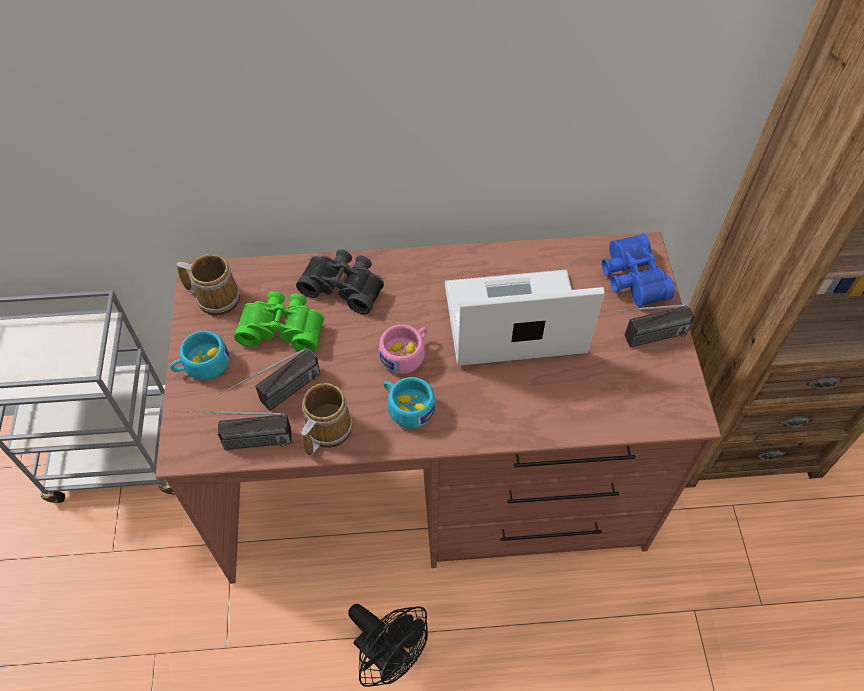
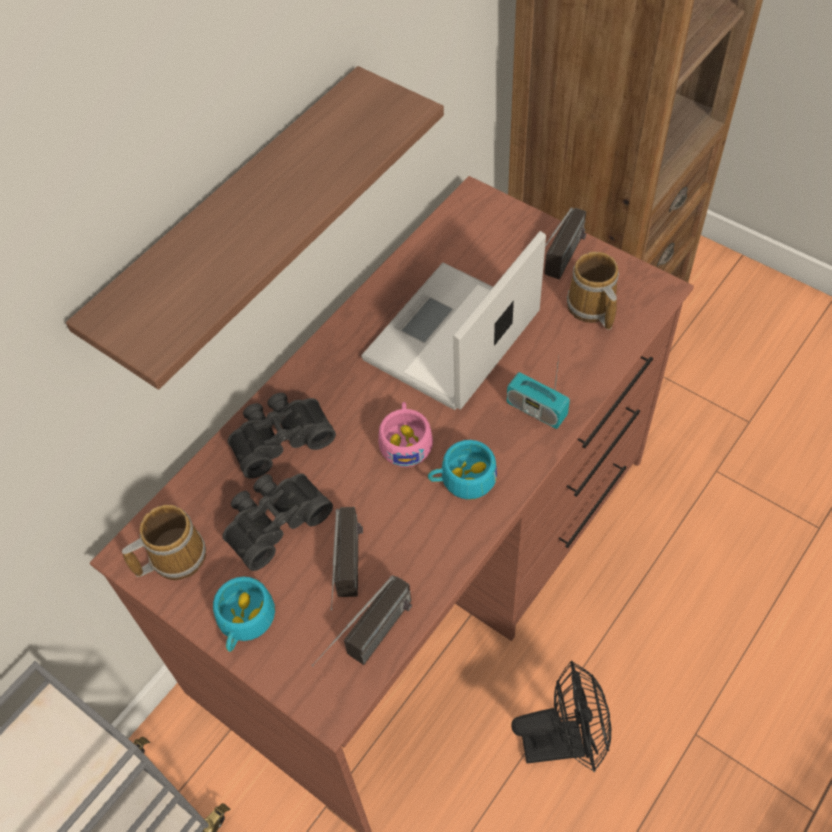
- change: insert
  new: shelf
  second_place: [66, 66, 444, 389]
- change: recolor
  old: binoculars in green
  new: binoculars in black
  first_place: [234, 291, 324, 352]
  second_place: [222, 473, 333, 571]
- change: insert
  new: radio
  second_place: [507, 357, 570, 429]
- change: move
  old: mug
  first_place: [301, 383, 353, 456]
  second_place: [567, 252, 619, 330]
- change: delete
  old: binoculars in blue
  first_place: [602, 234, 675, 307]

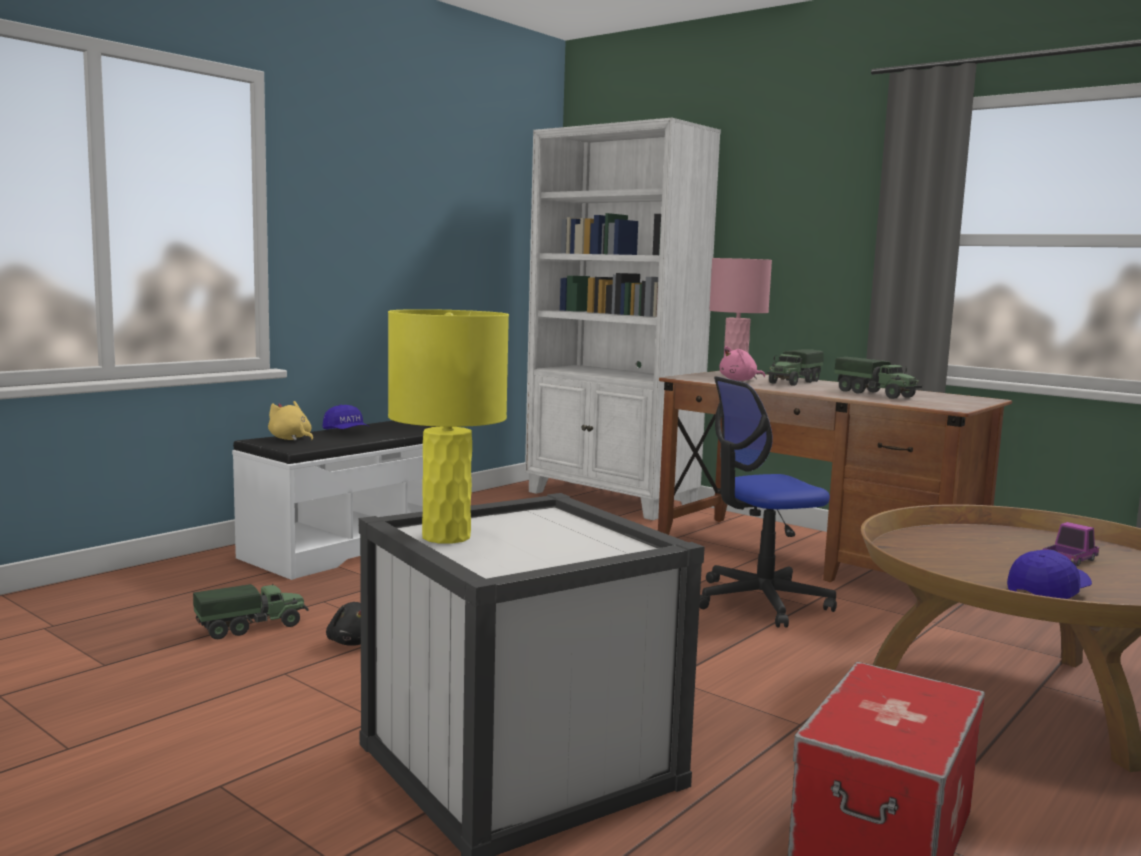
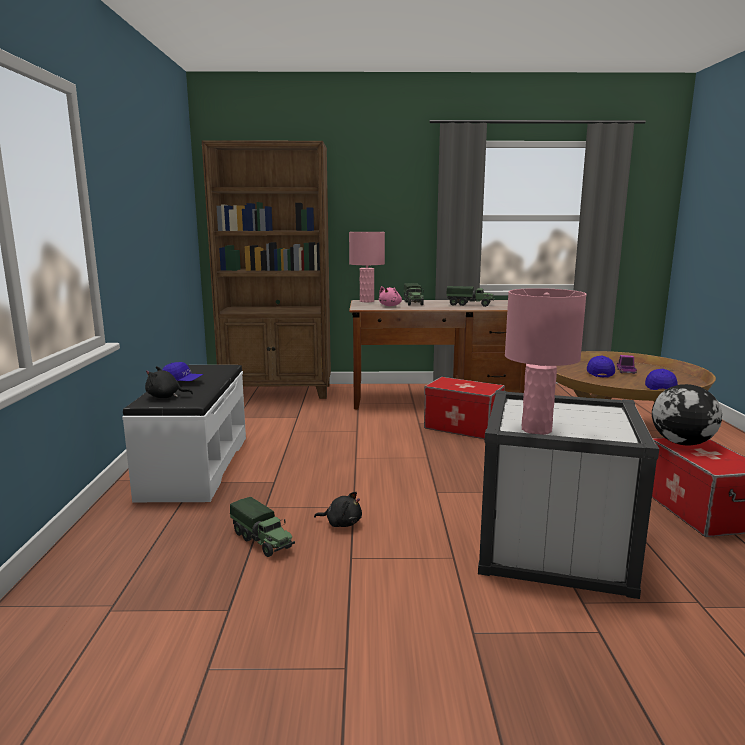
- change: recolor
  old: plush toy in yellow
  new: plush toy in black
  first_place: [268, 401, 313, 441]
  second_place: [145, 366, 193, 398]
- change: recolor
  old: bookcase in white
  new: bookcase in brown
  first_place: [525, 118, 721, 520]
  second_place: [202, 141, 331, 399]
- change: rotate
  old: toy truck
  first_place: [193, 584, 309, 639]
  second_place: [230, 497, 295, 557]
  degrees: 120
- change: replace
  old: office chair
  new: storage box
  first_place: [699, 377, 837, 628]
  second_place: [424, 377, 505, 439]
- change: recolor
  old: table lamp in yellow
  new: table lamp in pink
  first_place: [388, 309, 509, 544]
  second_place: [505, 288, 587, 435]
- change: insert
  new: cap in blue
  second_place: [587, 355, 615, 377]
- change: insert
  new: globe
  second_place: [652, 384, 722, 446]

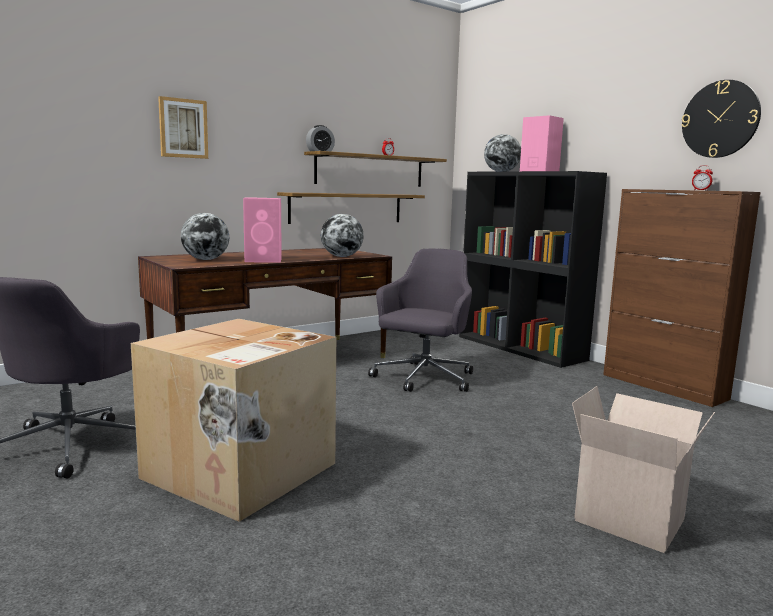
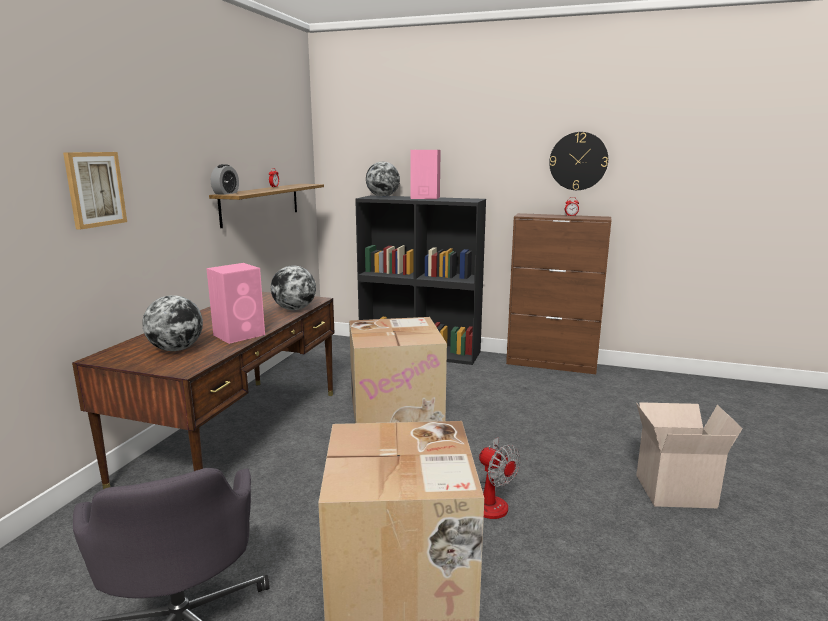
- change: replace
  old: office chair in grey
  new: cardboard box
  first_place: [368, 248, 473, 392]
  second_place: [349, 317, 447, 423]
- change: insert
  new: fan
  second_place: [479, 438, 521, 519]
- change: delete
  old: shelf
  first_place: [277, 192, 425, 224]

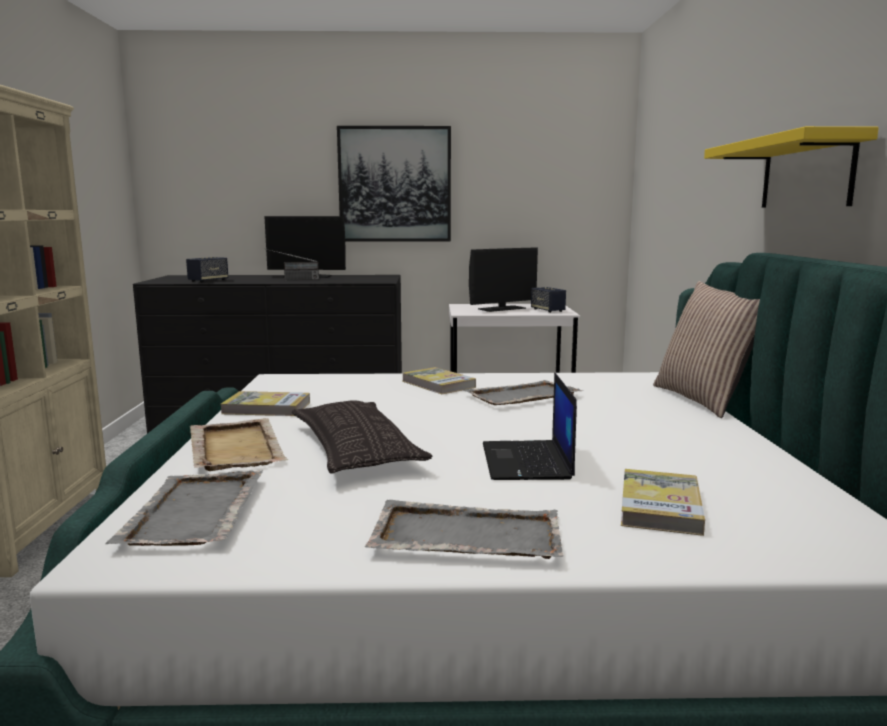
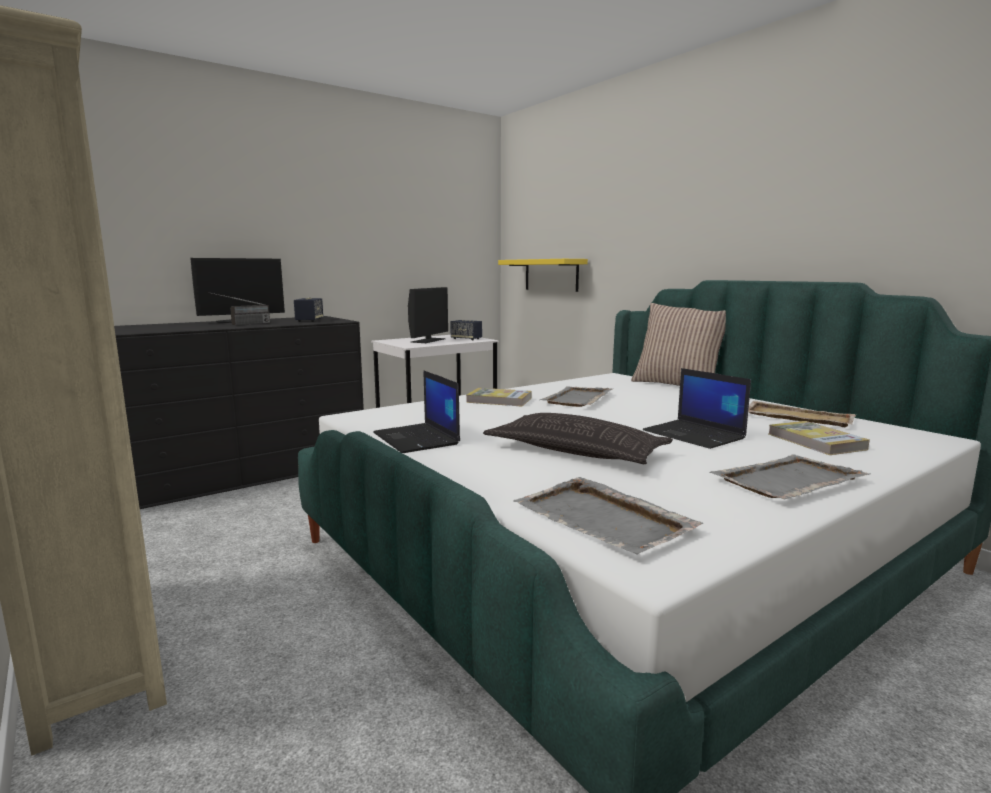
- change: move
  old: speaker
  first_place: [186, 257, 228, 282]
  second_place: [294, 298, 323, 322]
- change: replace
  old: book
  new: laptop
  first_place: [220, 391, 310, 416]
  second_place: [373, 370, 460, 453]
- change: move
  old: shelf in yellow
  first_place: [704, 126, 879, 208]
  second_place: [498, 259, 588, 292]
- change: move
  old: tray in beige
  first_place: [190, 418, 289, 471]
  second_place: [748, 401, 856, 427]
- change: delete
  old: picture
  first_place: [337, 126, 451, 242]

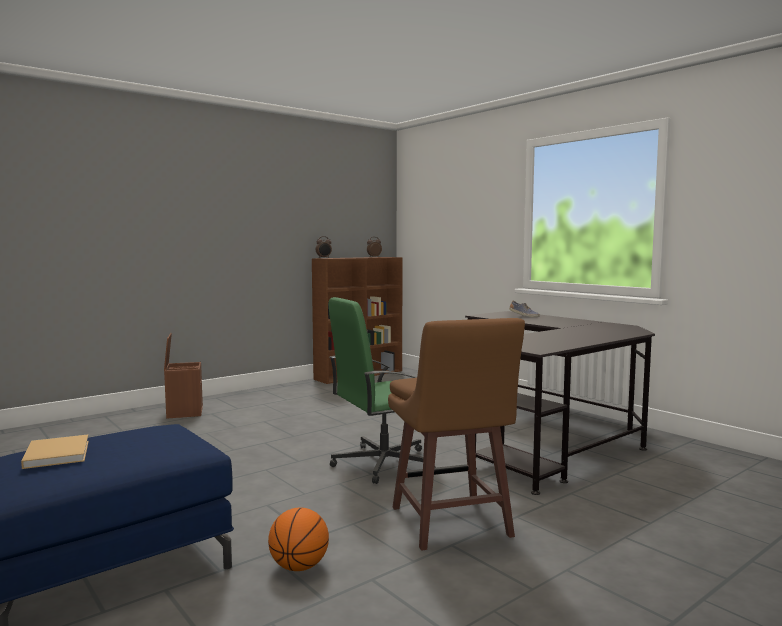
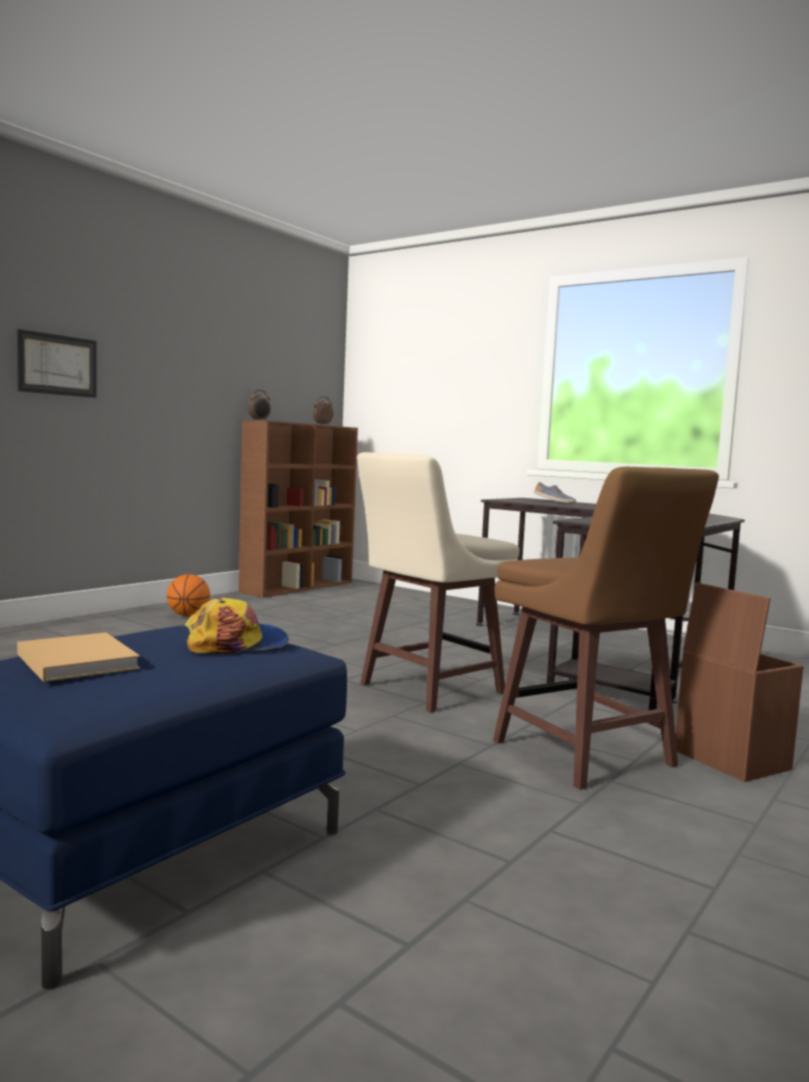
- change: insert
  new: picture
  second_place: [16, 329, 97, 398]
- change: move
  old: basketball
  first_place: [268, 508, 329, 571]
  second_place: [167, 574, 210, 616]
- change: insert
  new: cap
  second_place: [185, 597, 289, 654]
- change: replace
  old: office chair in green
  new: stool in beige
  first_place: [329, 297, 435, 484]
  second_place: [357, 452, 519, 713]
- change: move
  old: storage box in brown
  first_place: [164, 333, 203, 419]
  second_place: [676, 582, 804, 782]

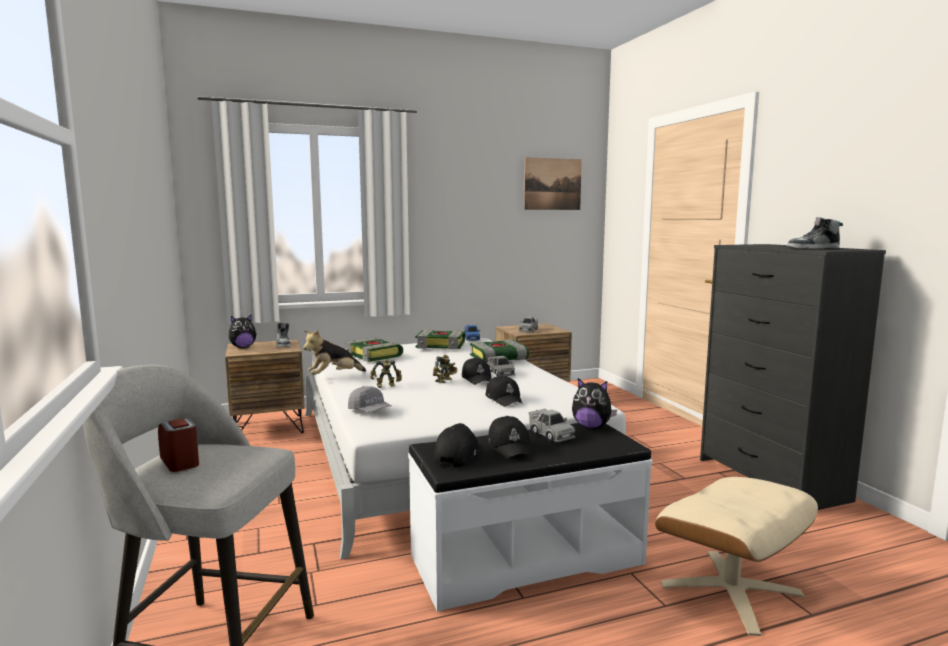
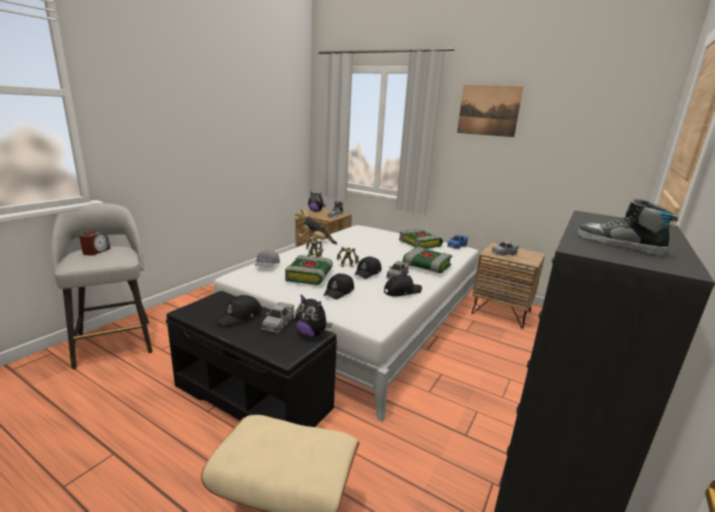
- change: recolor
  old: bench in white
  new: bench in black
  first_place: [408, 423, 652, 612]
  second_place: [166, 291, 337, 427]
- change: move
  old: book
  first_place: [346, 338, 403, 362]
  second_place: [285, 255, 333, 285]
- change: rotate
  old: plush toy
  first_place: [572, 378, 617, 429]
  second_place: [295, 295, 332, 337]
  degrees: -45
- change: move
  old: cap in black
  first_place: [434, 423, 479, 468]
  second_place: [384, 275, 422, 296]
- change: move
  old: picture
  first_place: [524, 157, 582, 210]
  second_place: [457, 85, 524, 137]

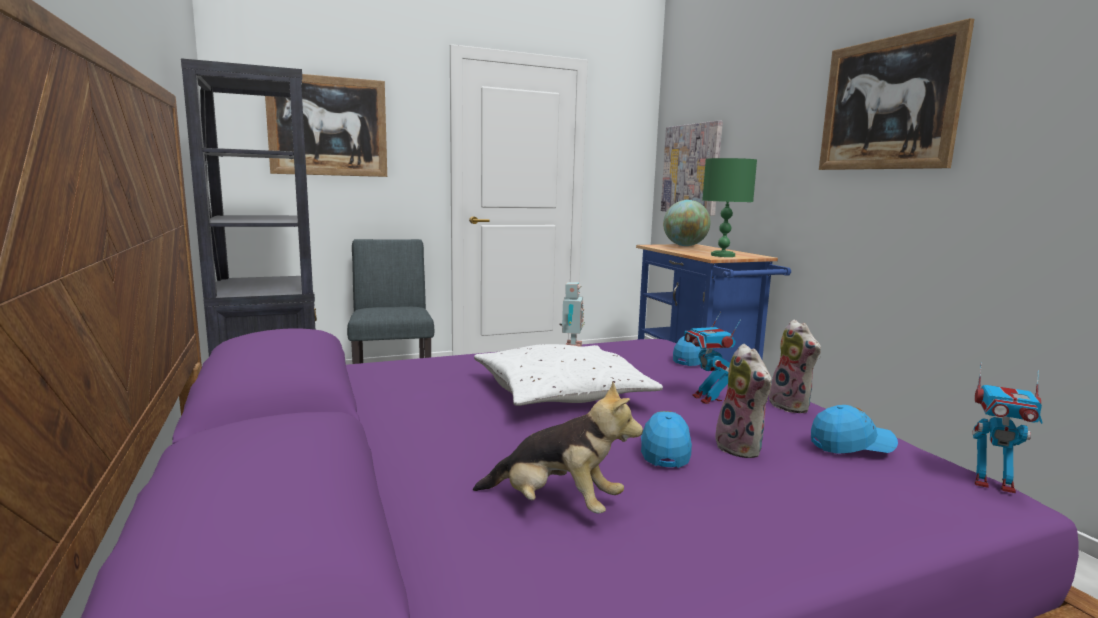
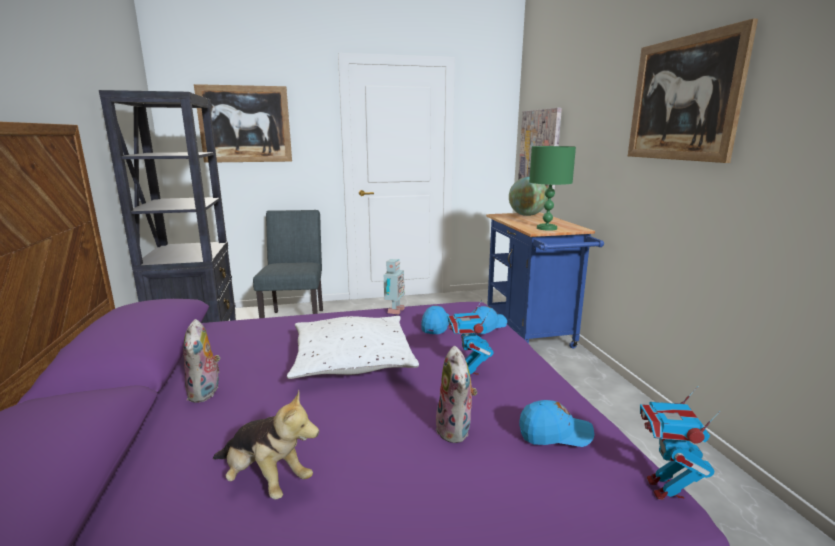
- change: move
  old: plush toy
  first_place: [769, 320, 821, 413]
  second_place: [183, 319, 221, 403]
- change: move
  old: cap in blue
  first_place: [641, 411, 692, 468]
  second_place: [421, 306, 450, 335]
- change: rotate
  old: toy robot
  first_place: [973, 362, 1043, 493]
  second_place: [640, 386, 720, 500]
  degrees: 60

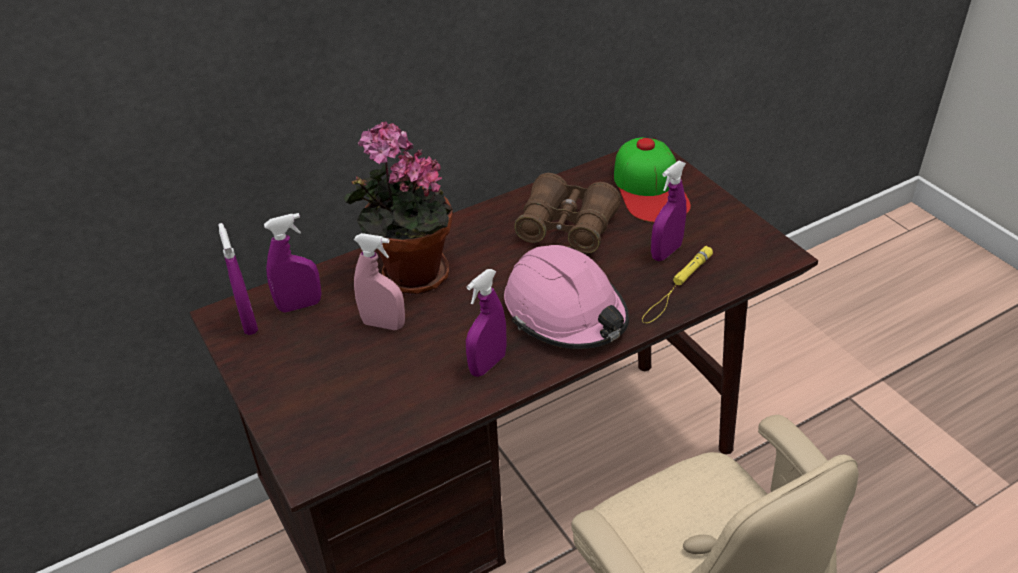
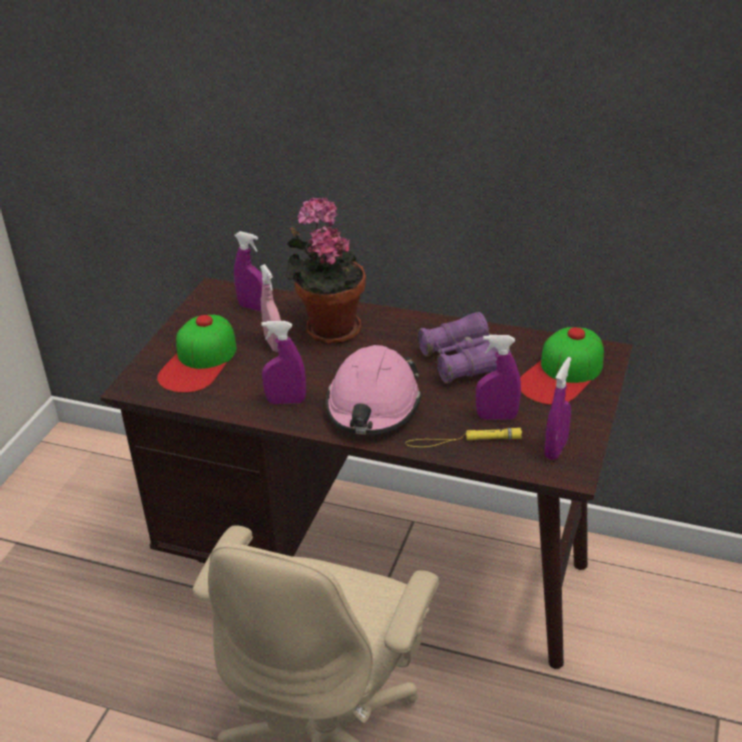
- change: insert
  new: cap
  second_place: [157, 315, 237, 393]
- change: recolor
  old: binoculars in brown
  new: binoculars in purple
  first_place: [514, 173, 621, 253]
  second_place: [417, 312, 511, 383]
- change: move
  old: spray bottle in purple
  first_place: [219, 223, 258, 335]
  second_place: [545, 357, 572, 460]

